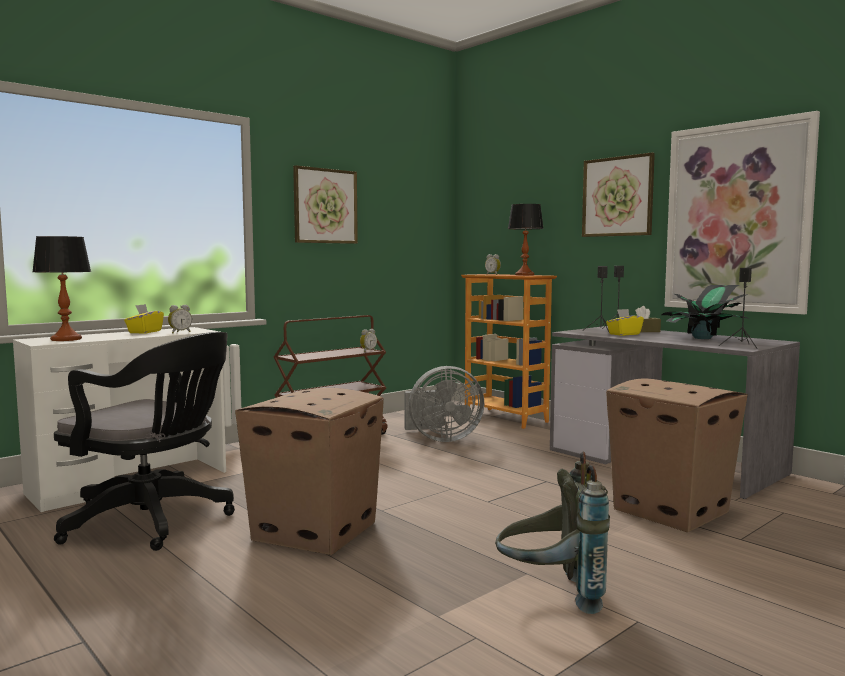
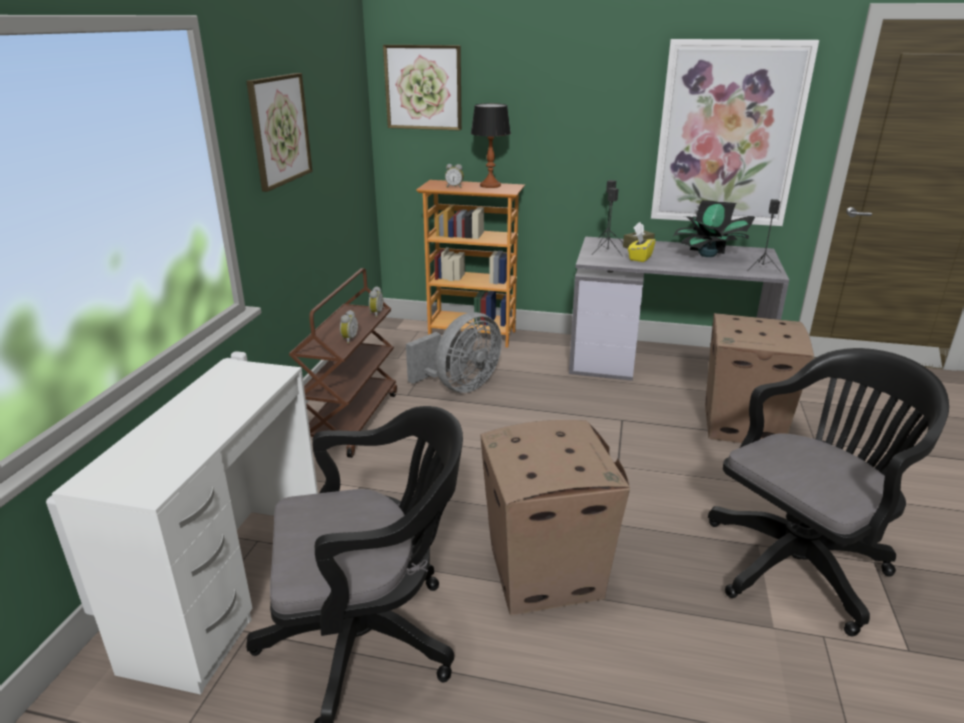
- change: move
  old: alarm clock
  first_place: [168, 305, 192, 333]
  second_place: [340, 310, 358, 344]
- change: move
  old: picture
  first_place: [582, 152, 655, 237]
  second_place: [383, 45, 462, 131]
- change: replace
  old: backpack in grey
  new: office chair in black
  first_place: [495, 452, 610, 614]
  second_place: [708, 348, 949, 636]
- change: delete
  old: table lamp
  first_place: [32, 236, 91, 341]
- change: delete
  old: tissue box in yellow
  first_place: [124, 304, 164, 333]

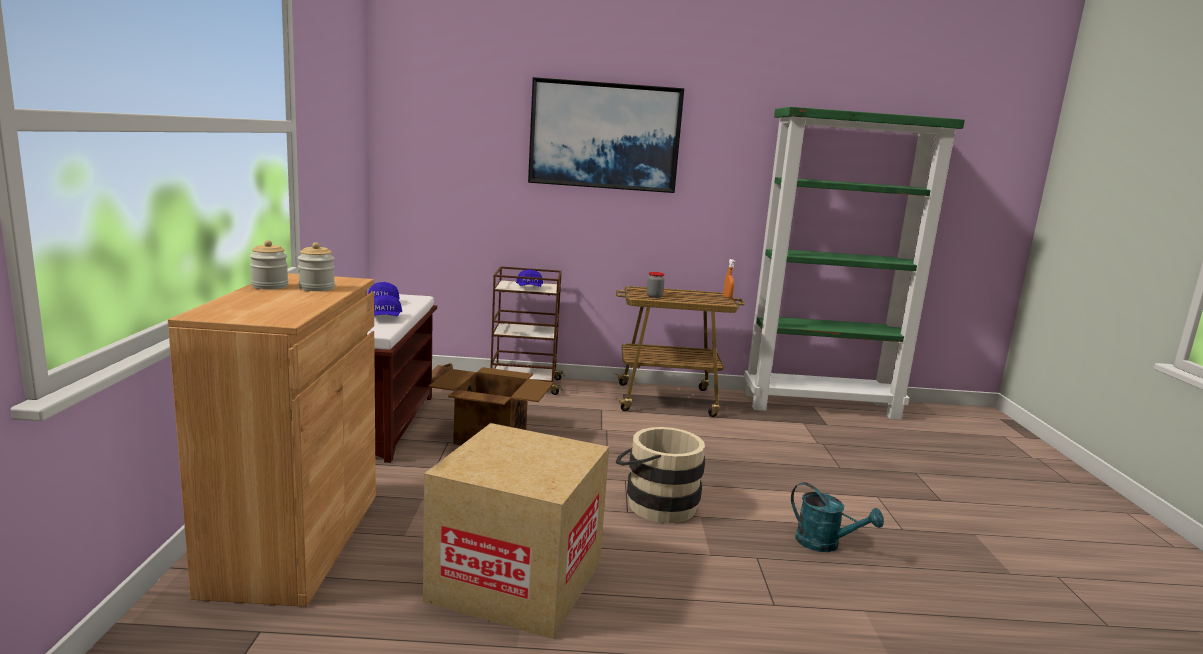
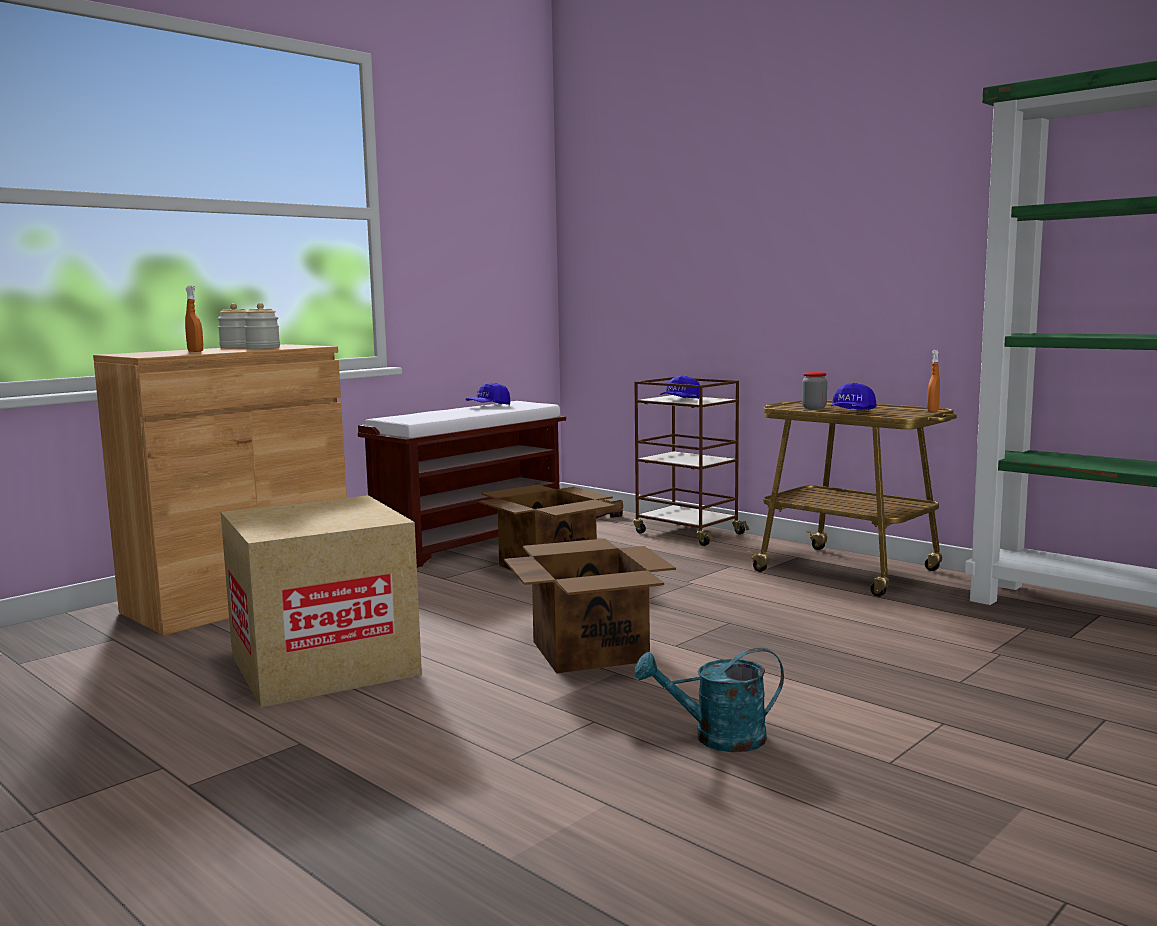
- change: insert
  new: spray bottle in orange
  second_place: [185, 285, 203, 352]
- change: replace
  old: bucket in beige
  new: cardboard box
  first_place: [616, 427, 705, 523]
  second_place: [504, 539, 676, 673]
- change: rotate
  old: watering can in turquoise
  first_place: [791, 482, 884, 552]
  second_place: [635, 648, 784, 752]
  degrees: 90
- change: move
  old: cap in blue
  first_place: [374, 294, 402, 316]
  second_place: [831, 383, 877, 410]
- change: delete
  old: picture
  first_place: [528, 77, 684, 193]

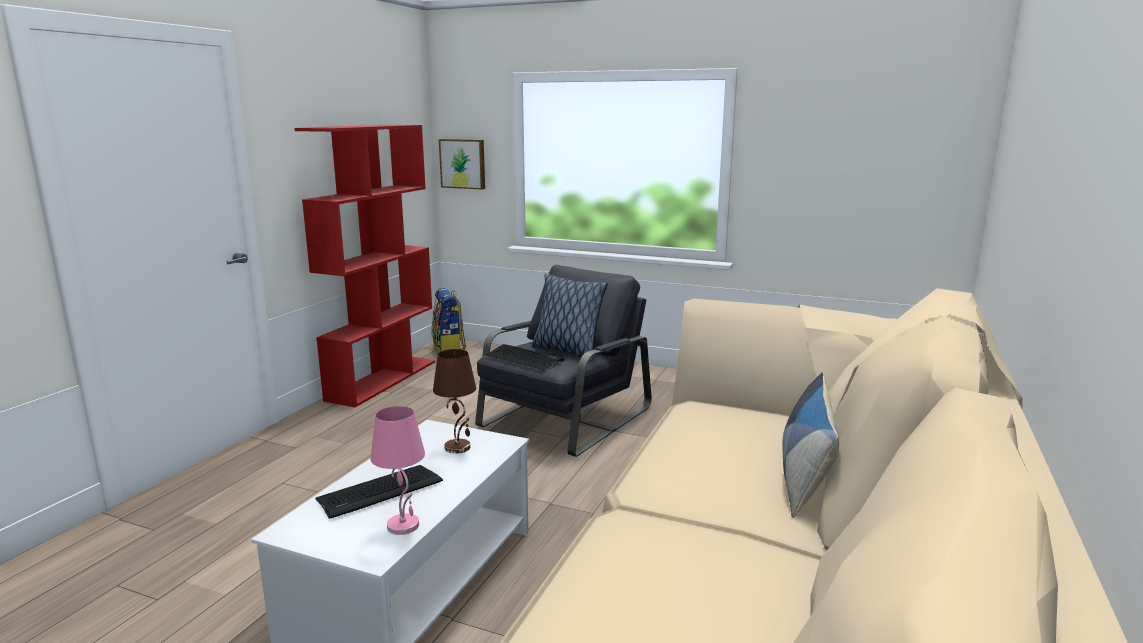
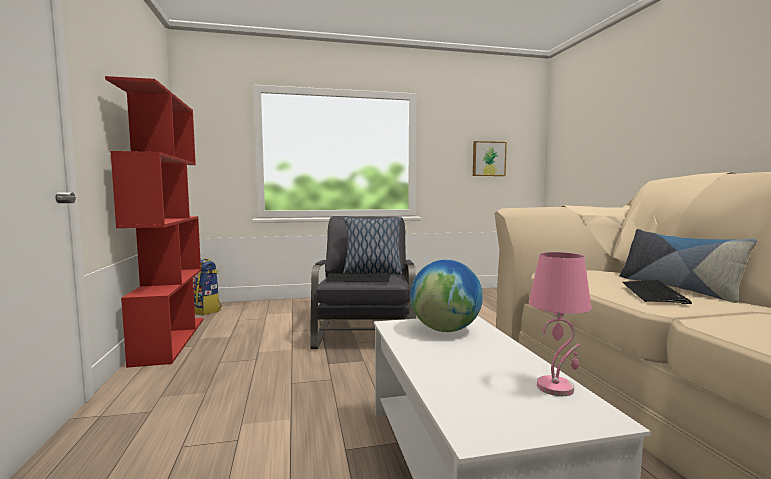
- change: replace
  old: table lamp in brown
  new: globe
  first_place: [433, 349, 476, 454]
  second_place: [410, 260, 483, 332]
- change: move
  old: picture
  first_place: [439, 139, 485, 189]
  second_place: [473, 141, 507, 176]
- change: move
  old: keyboard
  first_place: [315, 465, 443, 519]
  second_place: [622, 280, 692, 304]

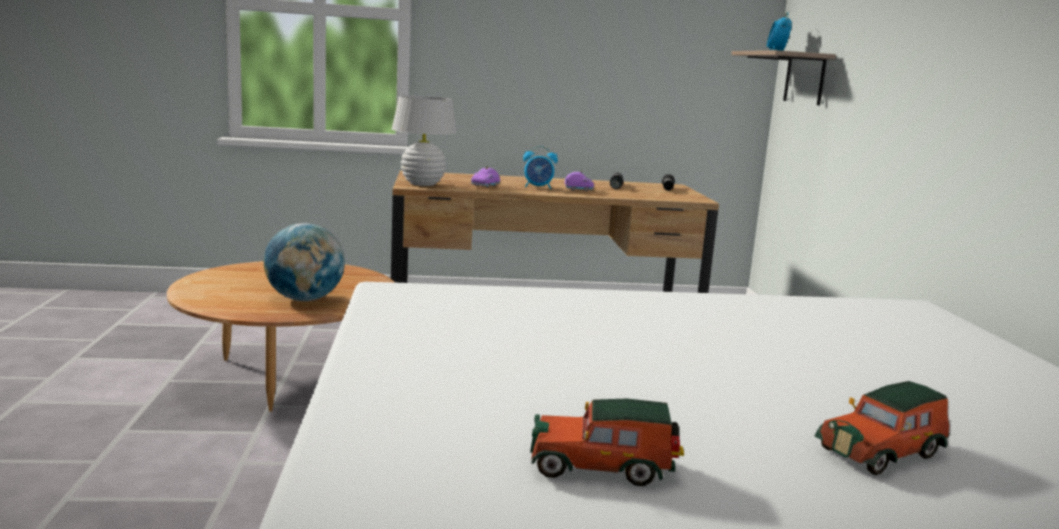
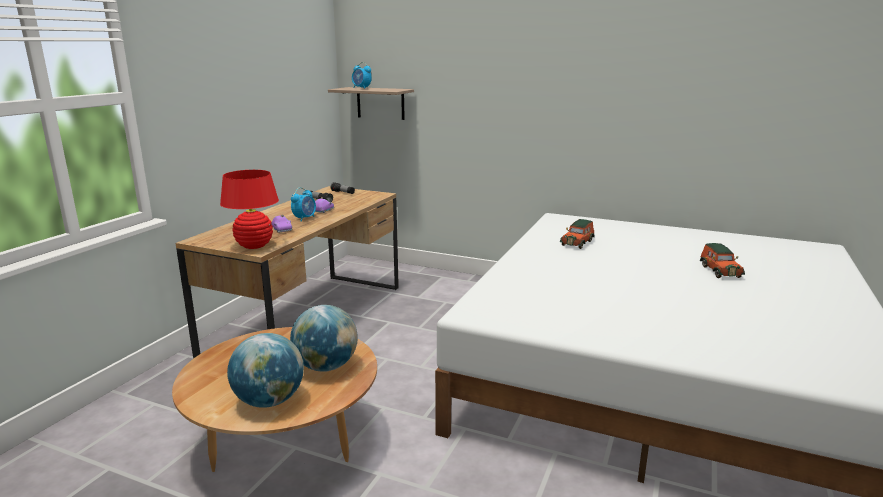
- change: recolor
  old: table lamp in white
  new: table lamp in red
  first_place: [392, 96, 457, 186]
  second_place: [220, 170, 279, 249]
- change: insert
  new: globe
  second_place: [227, 333, 304, 408]
- change: move
  old: toy car
  first_place: [530, 399, 684, 486]
  second_place: [560, 219, 595, 249]

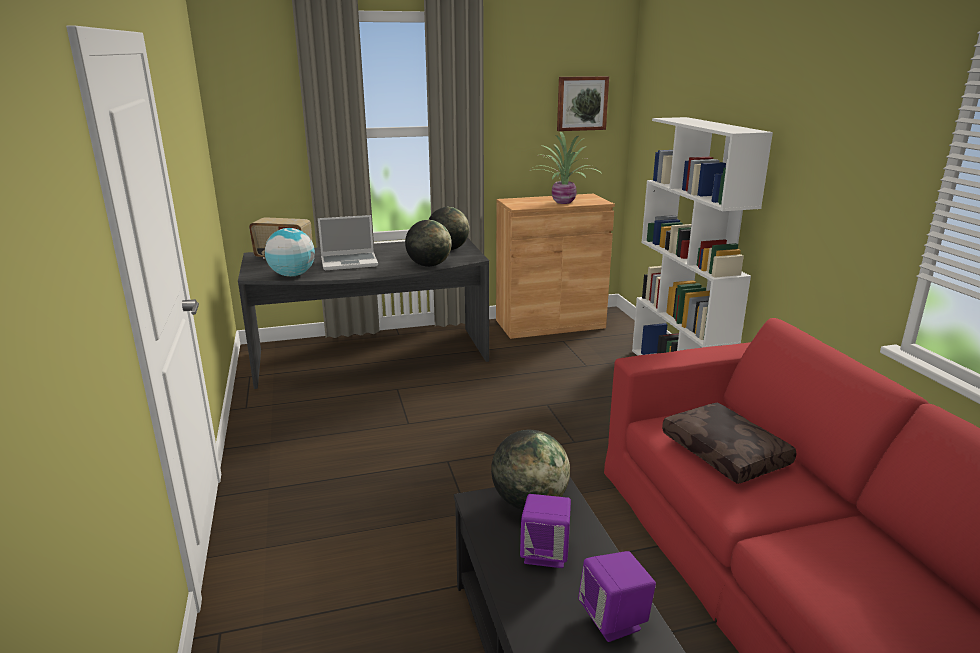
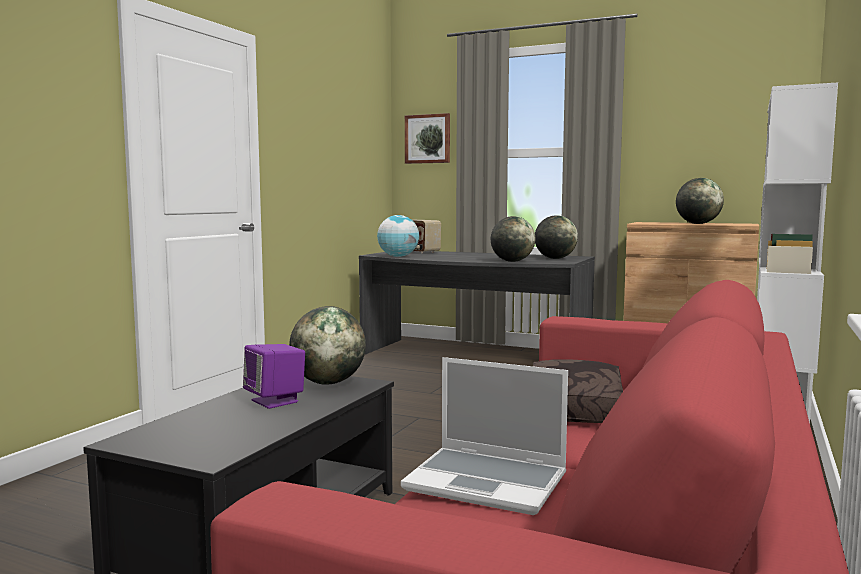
- change: move
  old: laptop
  first_place: [318, 215, 378, 270]
  second_place: [401, 357, 568, 515]
- change: move
  old: picture
  first_place: [557, 76, 609, 131]
  second_place: [405, 113, 450, 164]
- change: replace
  old: potted plant
  new: globe
  first_place: [528, 132, 603, 204]
  second_place: [676, 178, 724, 224]
- change: delete
  old: speaker in purple
  first_place: [578, 551, 656, 642]

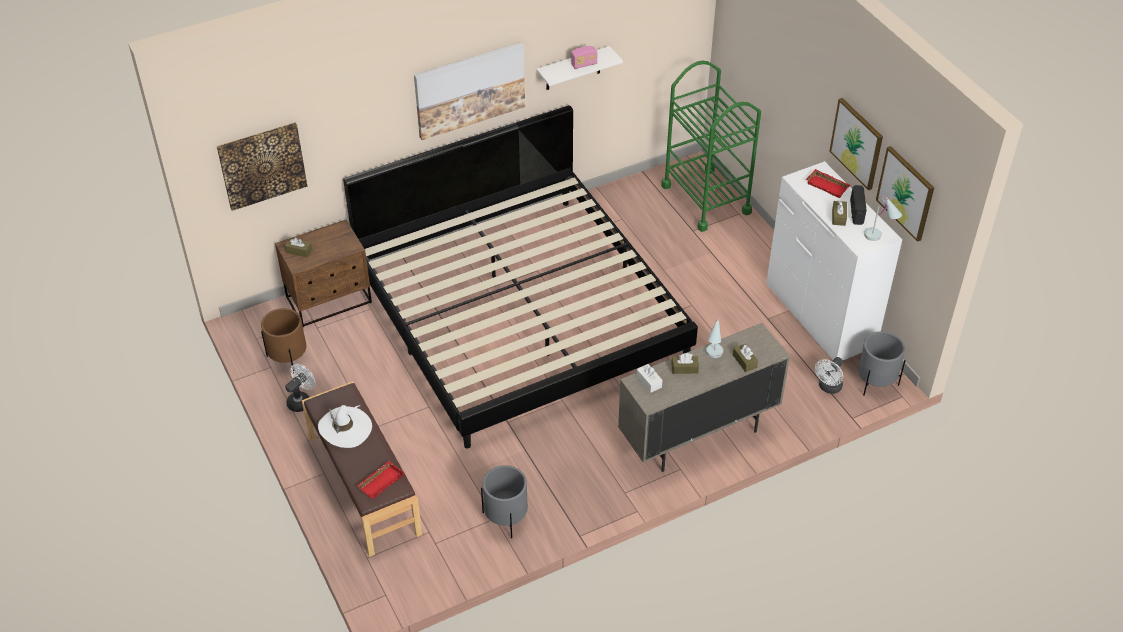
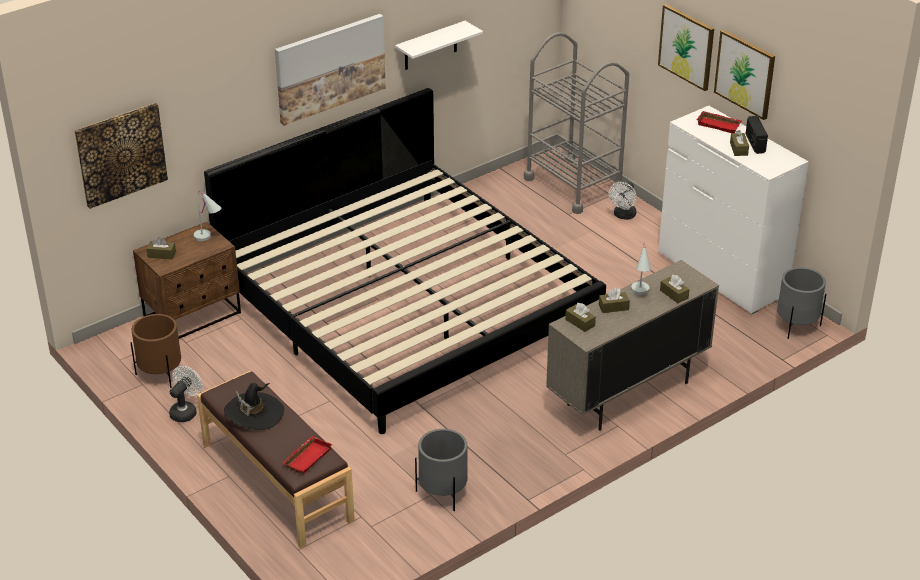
- change: move
  old: table lamp in white
  first_place: [864, 196, 902, 241]
  second_place: [194, 191, 221, 241]
- change: recolor
  old: hat in white
  new: hat in black
  first_place: [318, 405, 372, 448]
  second_place: [224, 383, 284, 430]
- change: recolor
  old: cart in green
  new: cart in grey
  first_place: [661, 61, 761, 232]
  second_place: [524, 32, 629, 214]
- change: recolor
  old: tissue box in white
  new: tissue box in brown
  first_place: [637, 364, 663, 393]
  second_place: [565, 303, 596, 332]
- change: move
  old: fan in white
  first_place: [815, 357, 843, 394]
  second_place: [609, 182, 637, 220]
- change: move
  old: picture
  first_place: [876, 146, 934, 242]
  second_place: [658, 4, 714, 91]
- change: delete
  old: radio
  first_place: [571, 46, 597, 69]

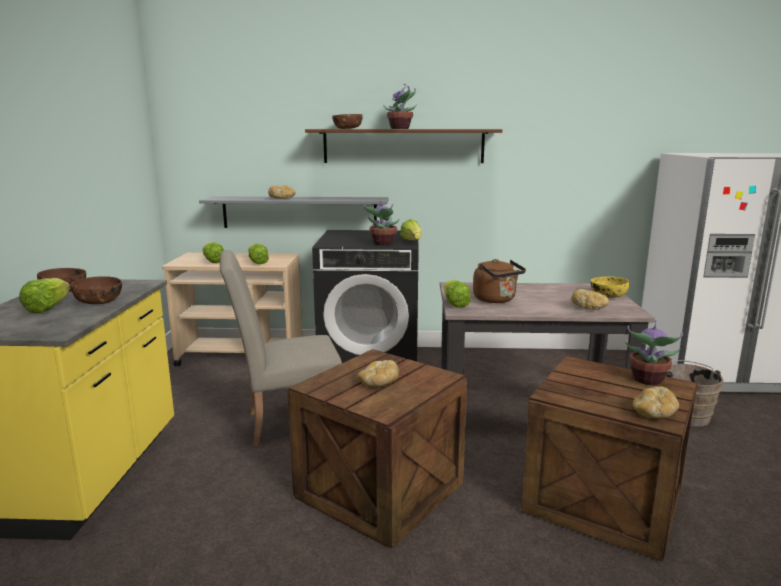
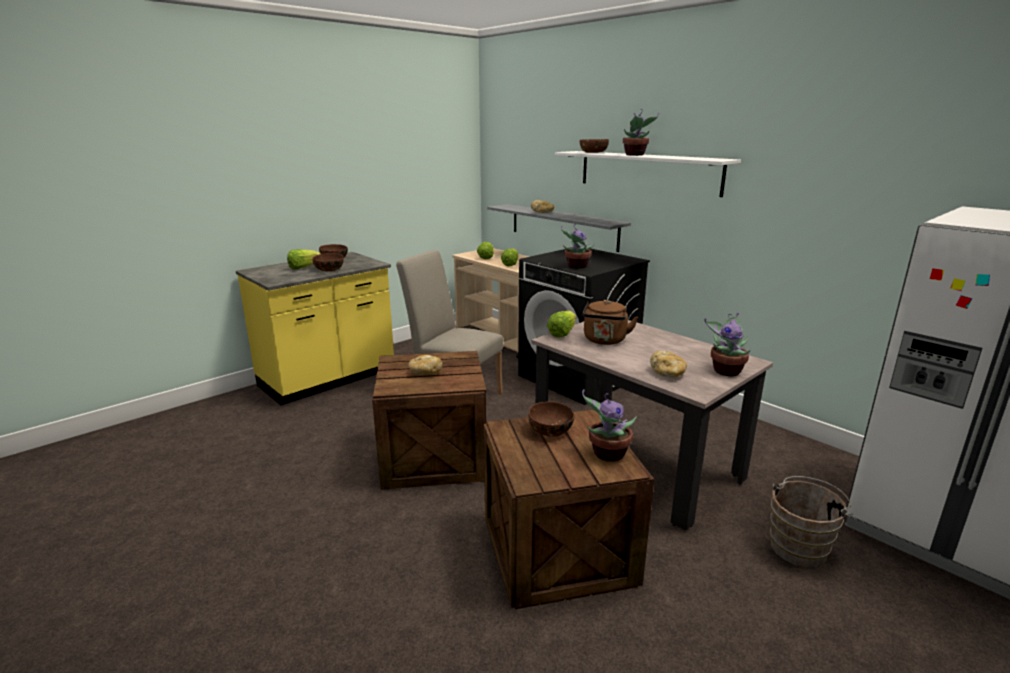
- change: insert
  new: bowl in brown
  second_place: [528, 401, 574, 437]
- change: recolor
  old: shelf in brown
  new: shelf in white
  first_place: [305, 129, 502, 163]
  second_place: [555, 151, 741, 197]
- change: replace
  old: bowl in yellow
  new: potted plant
  first_place: [591, 276, 629, 298]
  second_place: [704, 312, 751, 376]
- change: delete
  old: lettuce
  first_place: [400, 219, 422, 240]
- change: delete
  old: bread
  first_place: [633, 386, 679, 418]

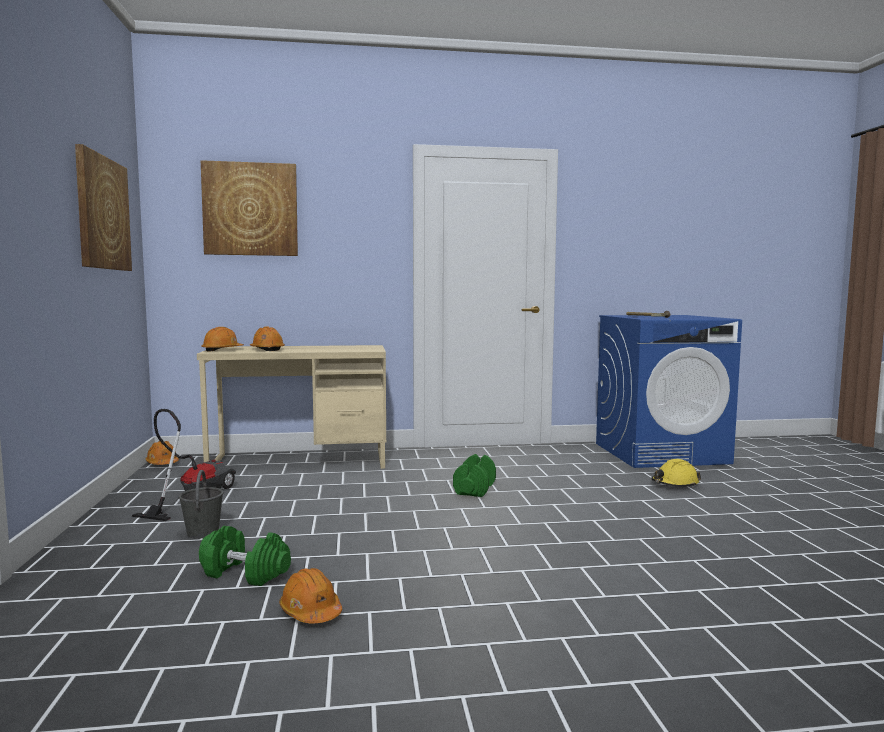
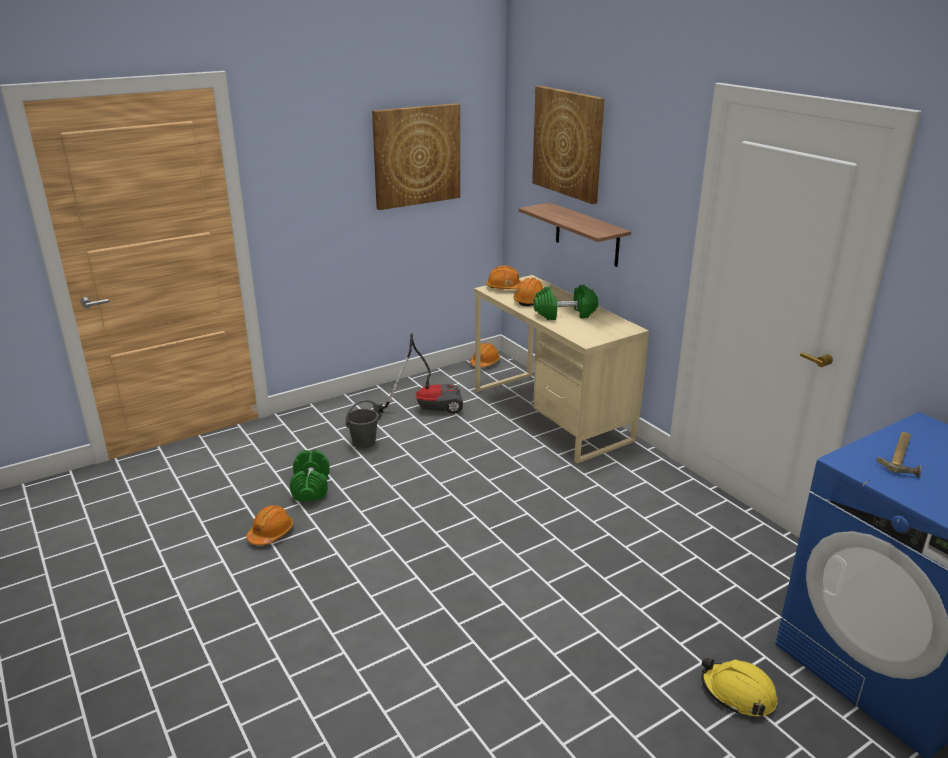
- change: insert
  new: shelf
  second_place: [518, 203, 631, 267]
- change: move
  old: dumbbell in green
  first_place: [453, 454, 496, 497]
  second_place: [533, 285, 598, 320]

